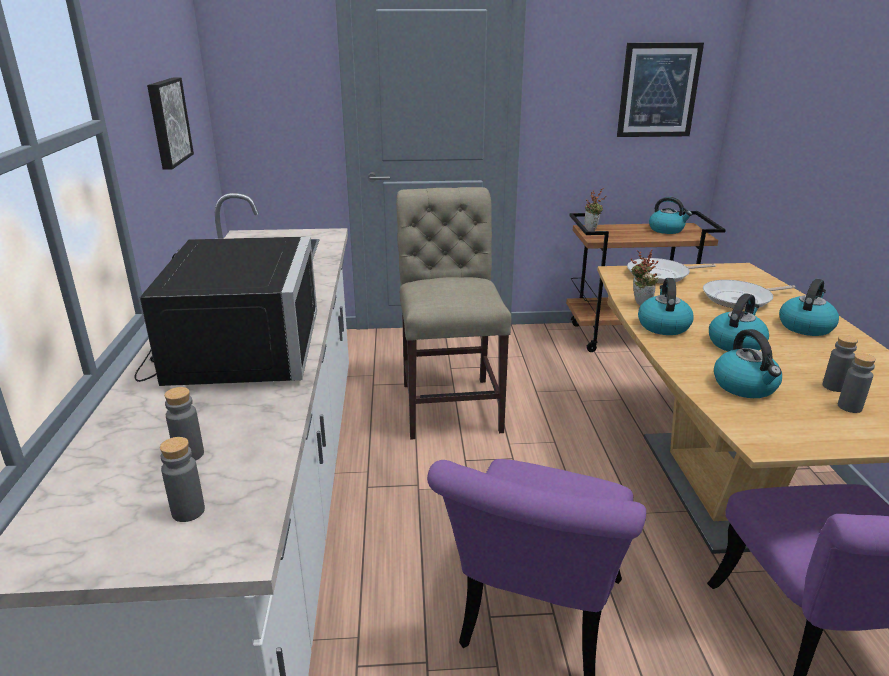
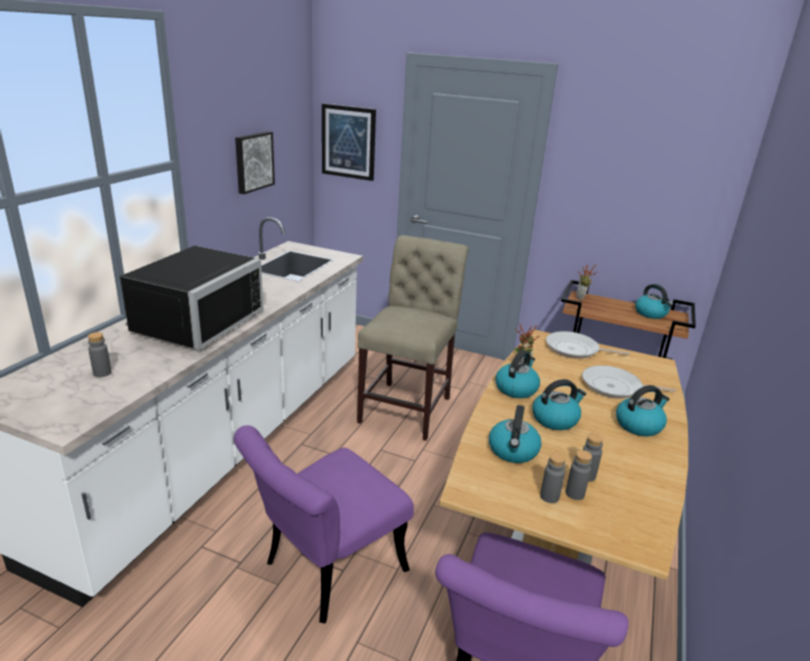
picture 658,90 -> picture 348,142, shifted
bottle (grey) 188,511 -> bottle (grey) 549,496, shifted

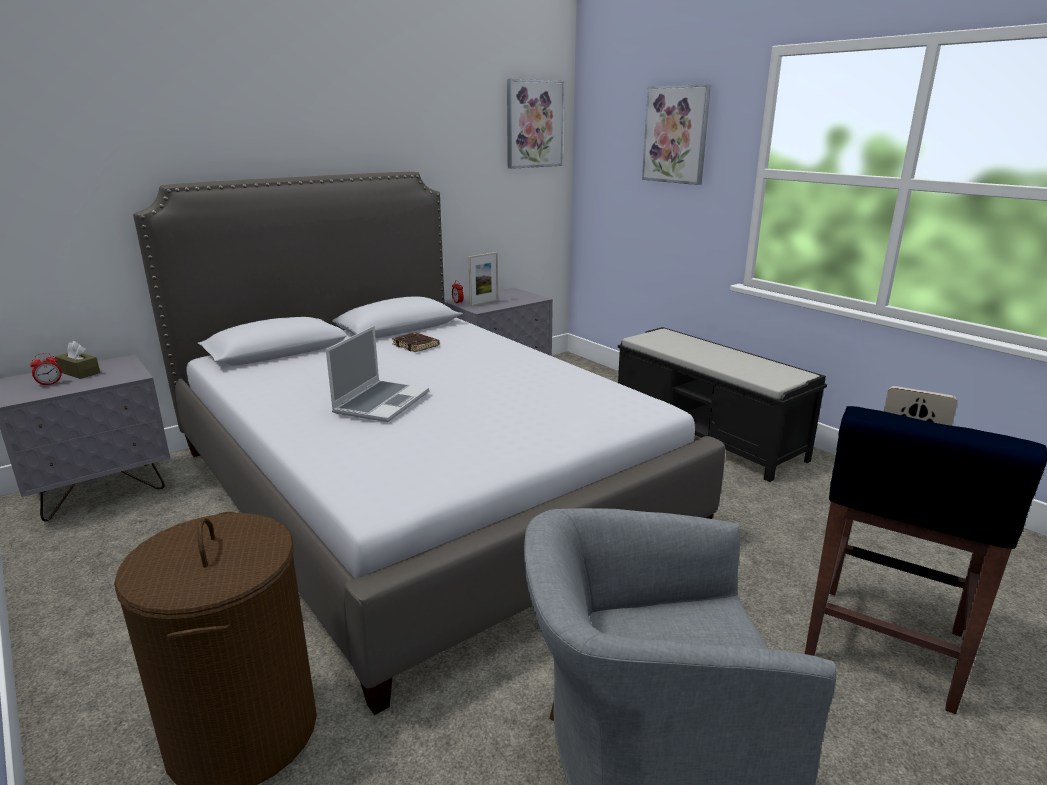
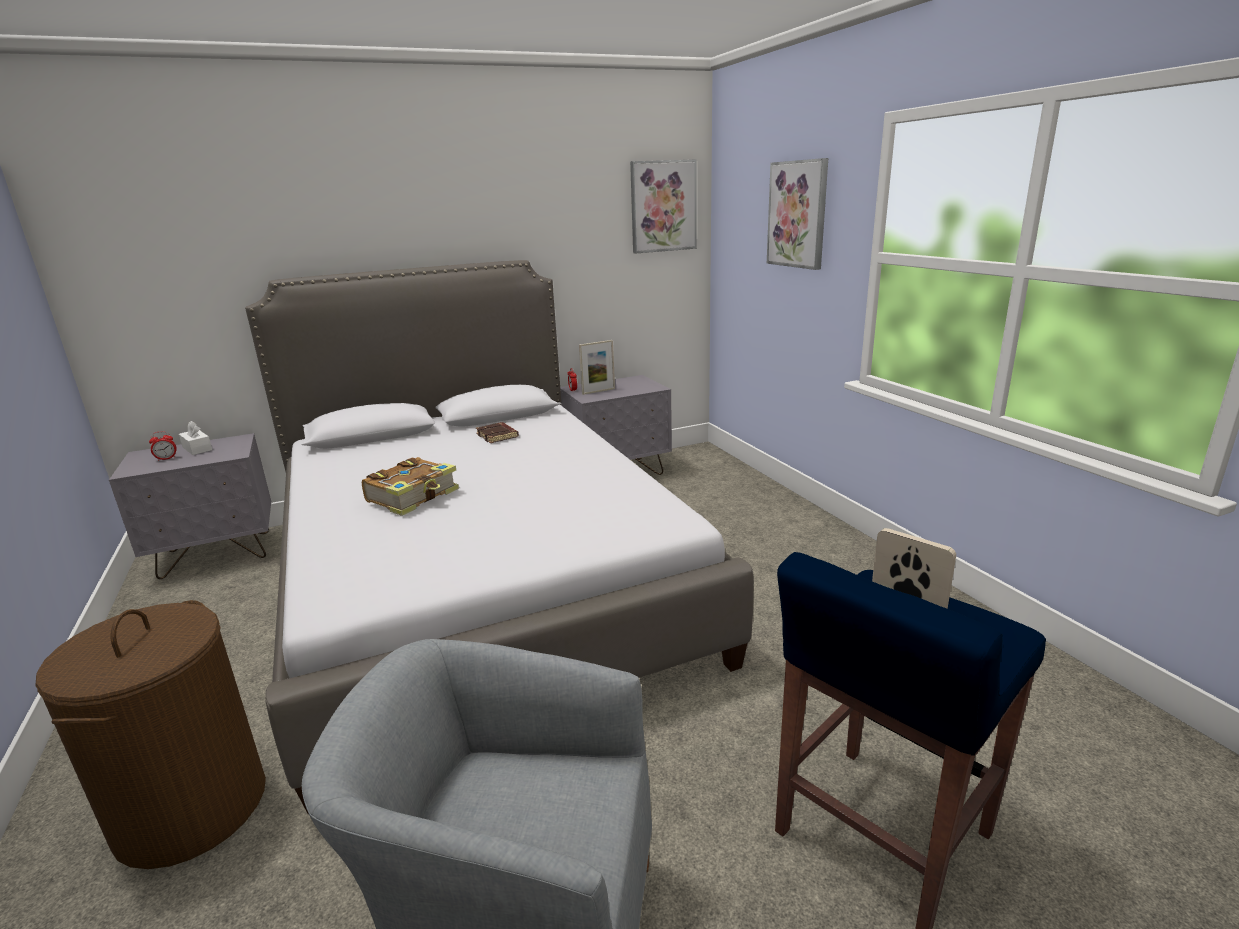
tissue box (brown) 79,372 -> tissue box (white) 197,448
laptop 381,402 -> book 414,496
bench (black) 707,435 -> none

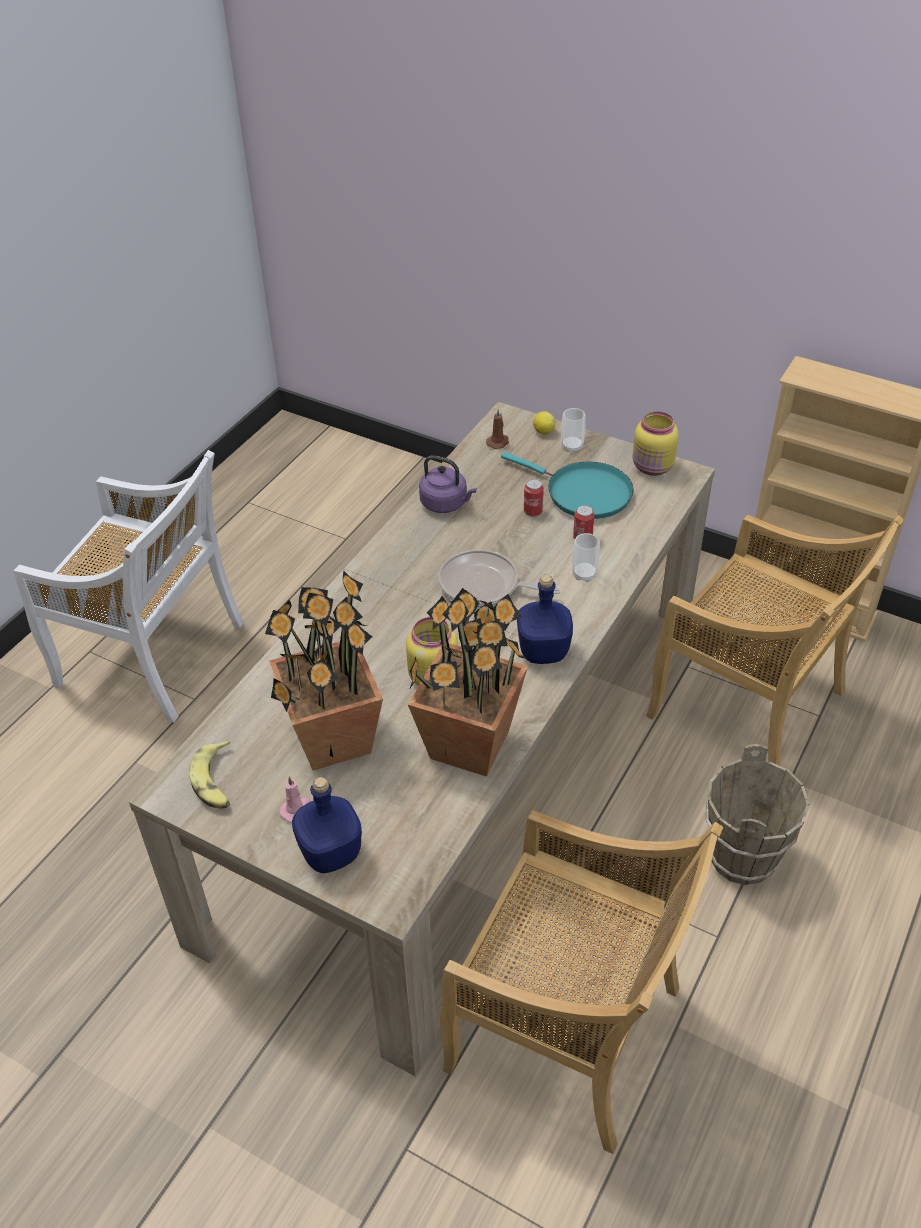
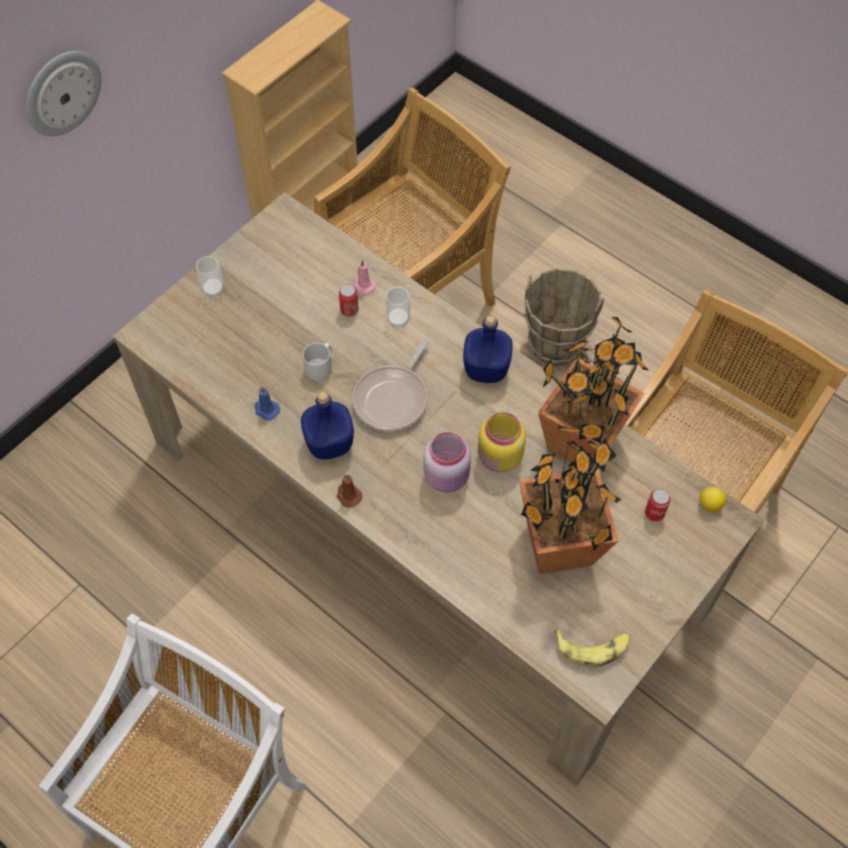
none -> wall clock 62,92
kettle (purple) 446,504 -> candle (blue) 266,409
bottle (blue) 331,854 -> bottle (blue) 330,443, shifted
none -> mug (grey) 320,367
candle (brown) 498,442 -> candle (brown) 348,495, shifted
candle (pink) 296,809 -> candle (pink) 363,285, shifted
none -> jar (pink) 448,476
can 533,511 -> can 654,513, shifted
lemon 543,431 -> lemon 709,505, shifted
frying pan (turquoise) 583,493 -> none
jar (yellow) 653,468 -> none

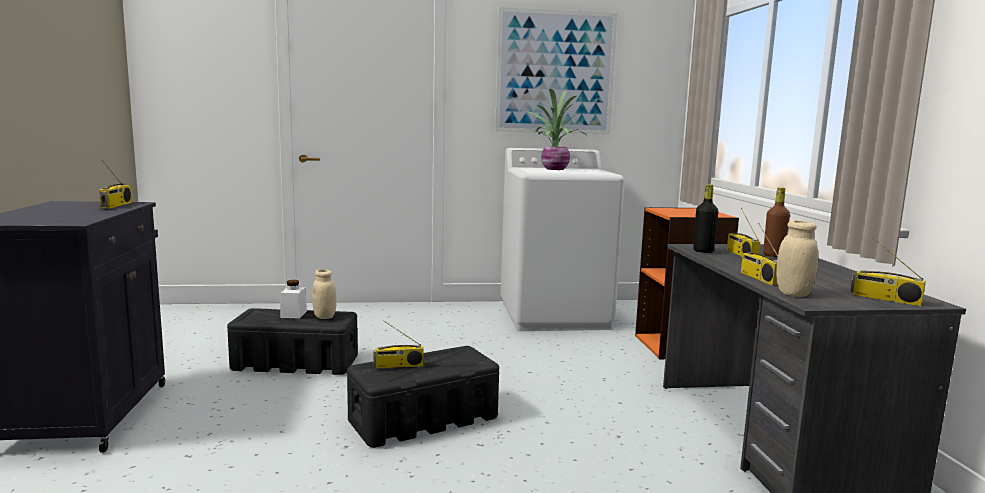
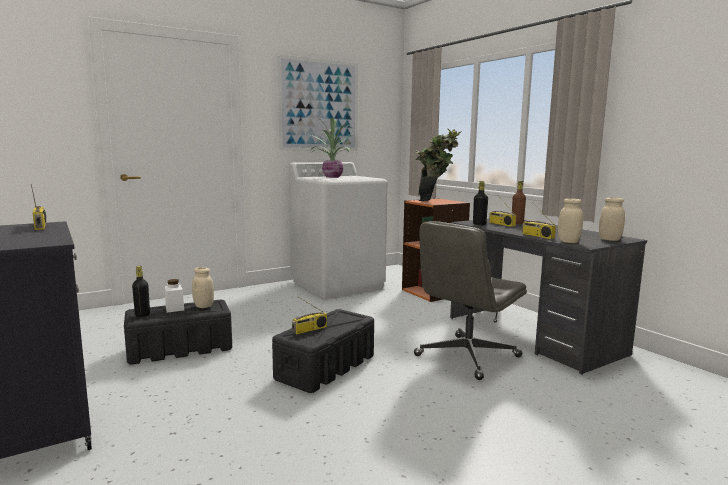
none -> bottle (black) 142,315
none -> office chair (grey) 467,357
none -> potted plant 436,201
radio 884,299 -> jar (beige) 609,239

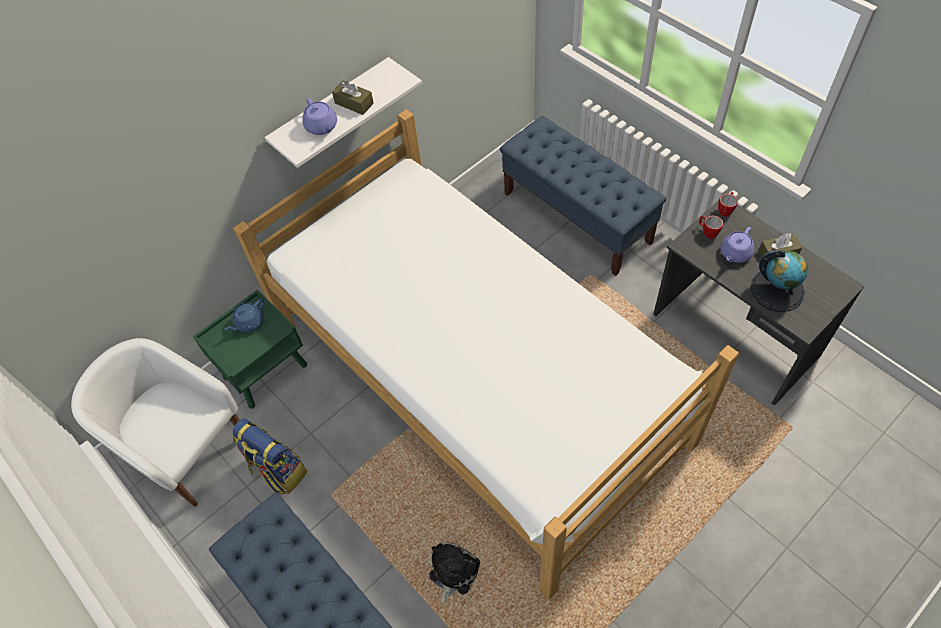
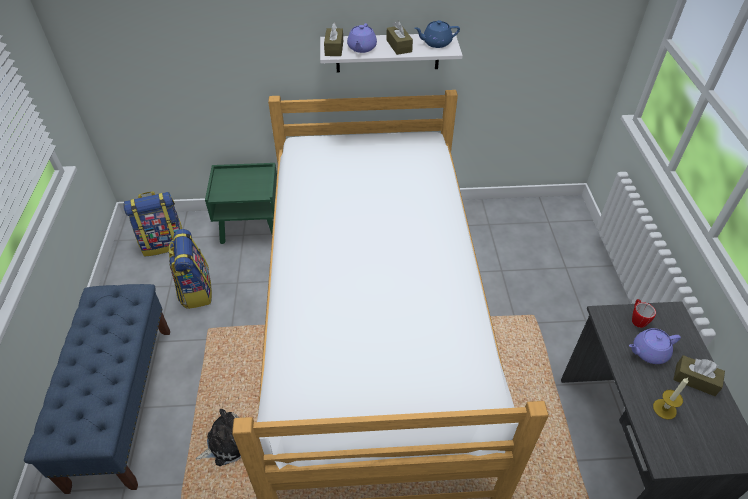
armchair (white) 190,451 -> backpack 164,243
none -> tissue box (brown) 334,48
teapot (blue) 249,322 -> teapot (blue) 436,43, shifted
globe 777,290 -> candle 664,409
bench (blue) 577,218 -> none
mug 725,209 -> none

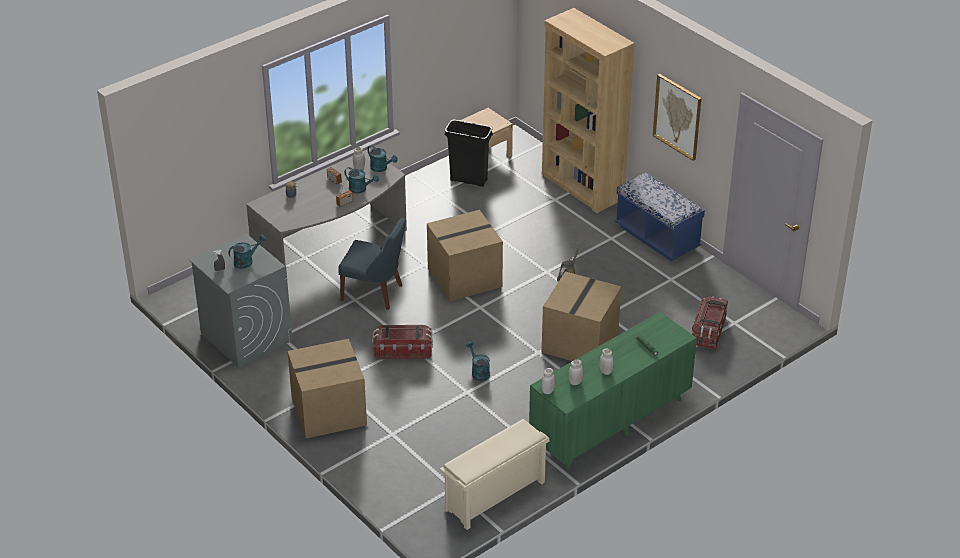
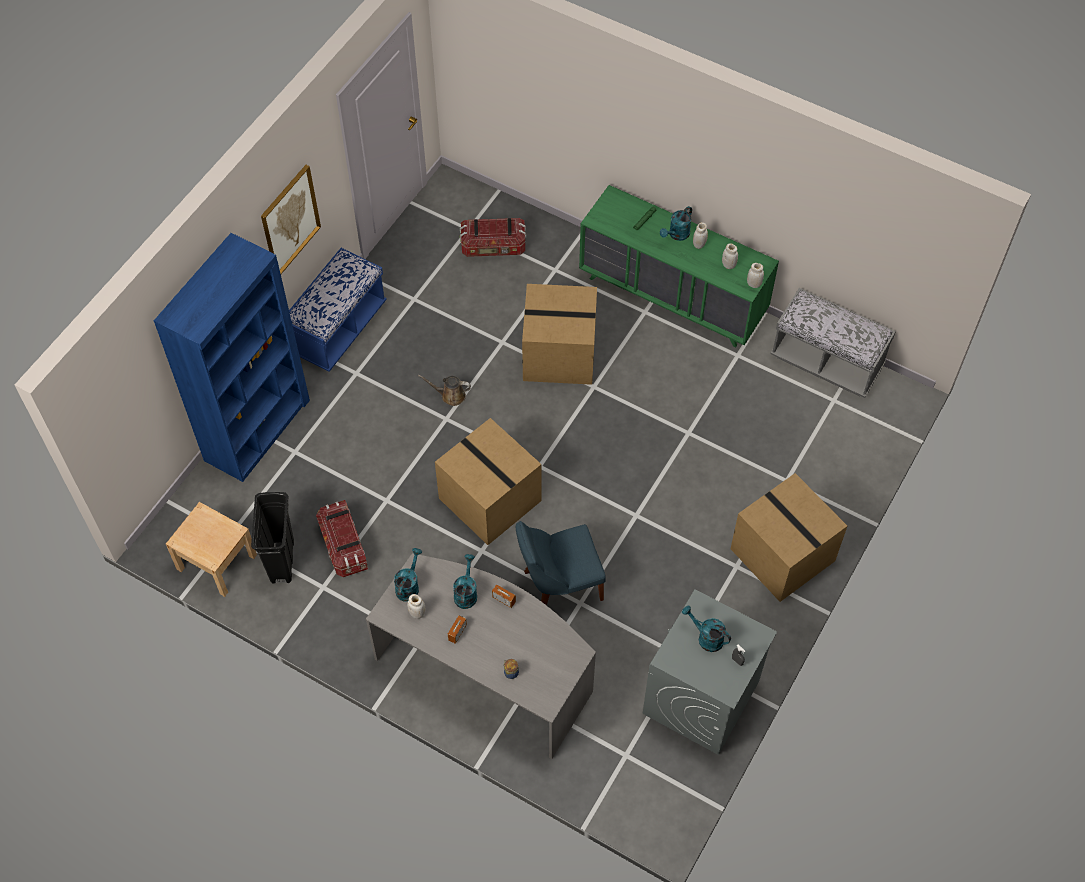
bookcase (brown) 582,187 -> bookcase (blue) 257,430
storage box 403,351 -> storage box 344,546, shifted
chair (blue) 374,293 -> chair (blue) 559,585, 105 degrees counterclockwise
watering can (turquoise) 478,372 -> watering can (turquoise) 677,235, shifted
shoe rack (beige) 494,497 -> bench (grey) 826,362

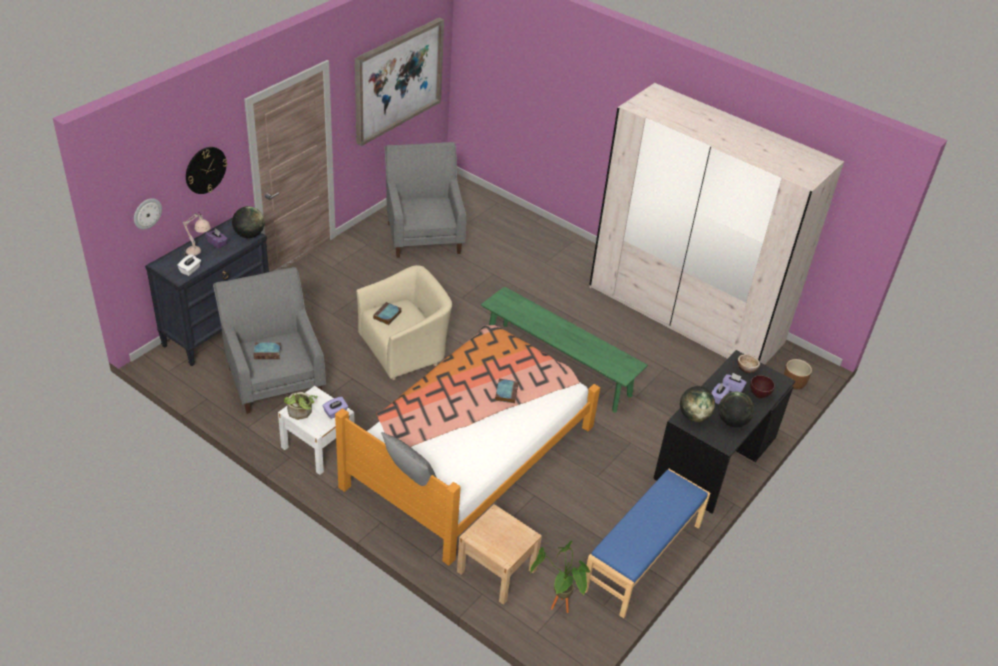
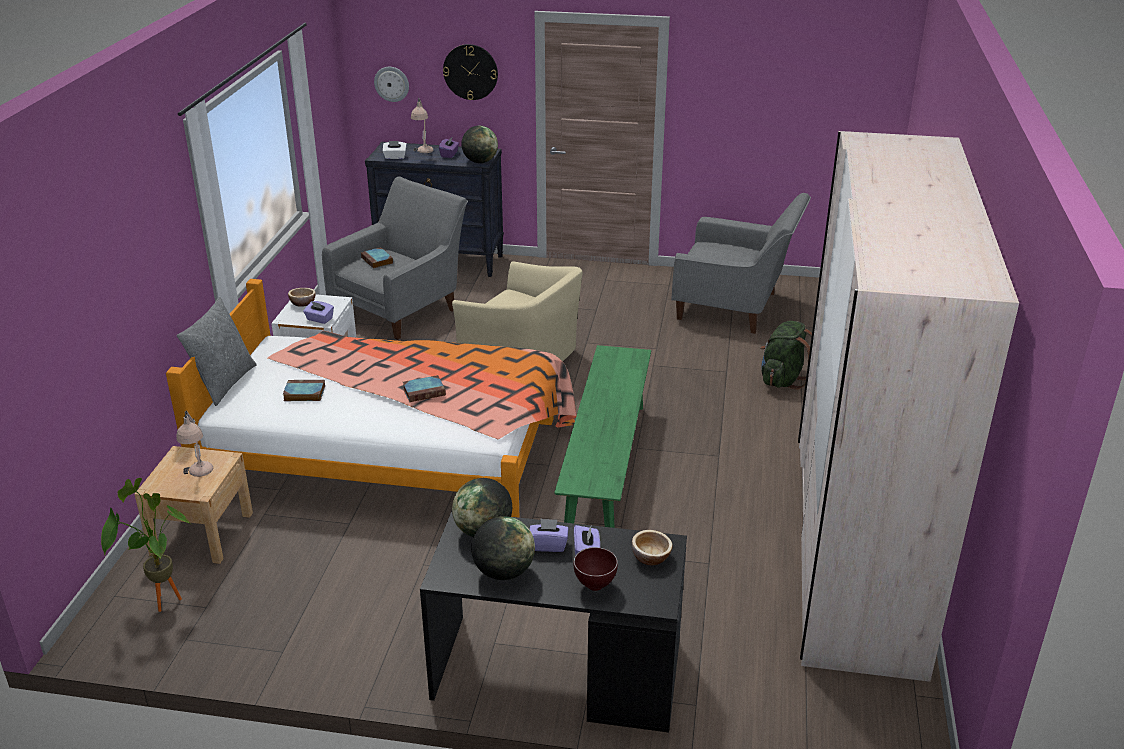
none -> table lamp (beige) 199,477
book 387,315 -> book 303,393, shifted
potted plant 301,413 -> bowl 303,303
armchair (grey) 423,234 -> armchair (grey) 735,308, 60 degrees clockwise
none -> backpack (green) 783,379
picture 398,80 -> none
bench (blue) 643,558 -> none
planter (brown) 793,384 -> none

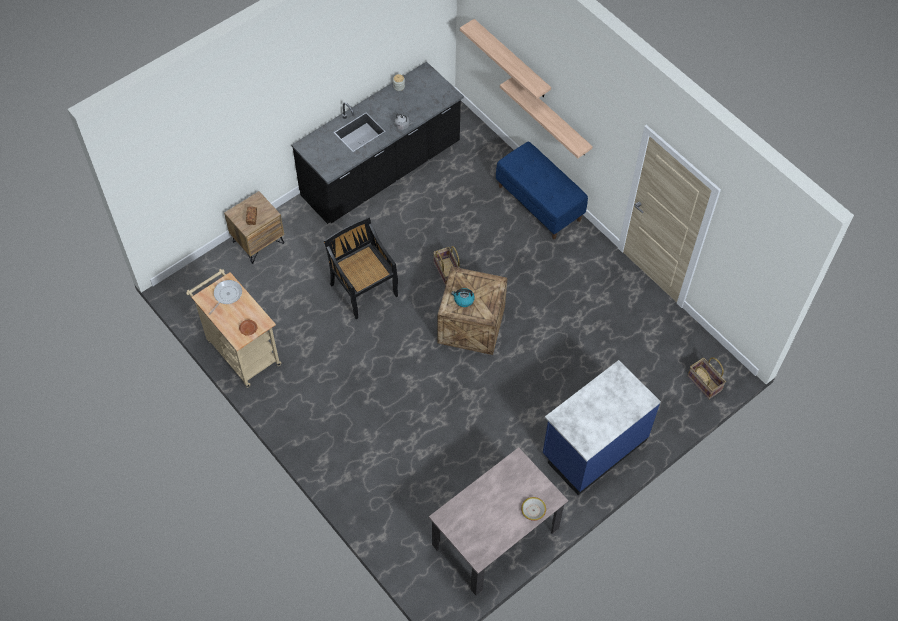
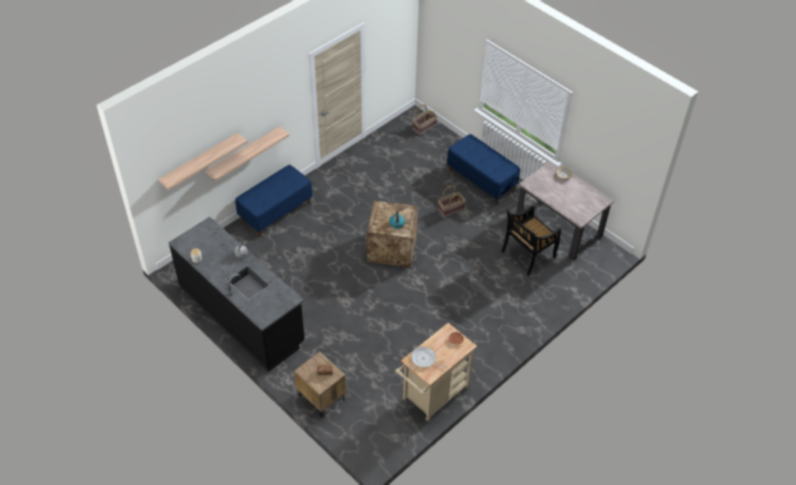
basket 446,272 -> basket 451,210, shifted
counter (blue) 593,447 -> bench (blue) 481,180
chair (black) 363,289 -> chair (black) 527,255, shifted

